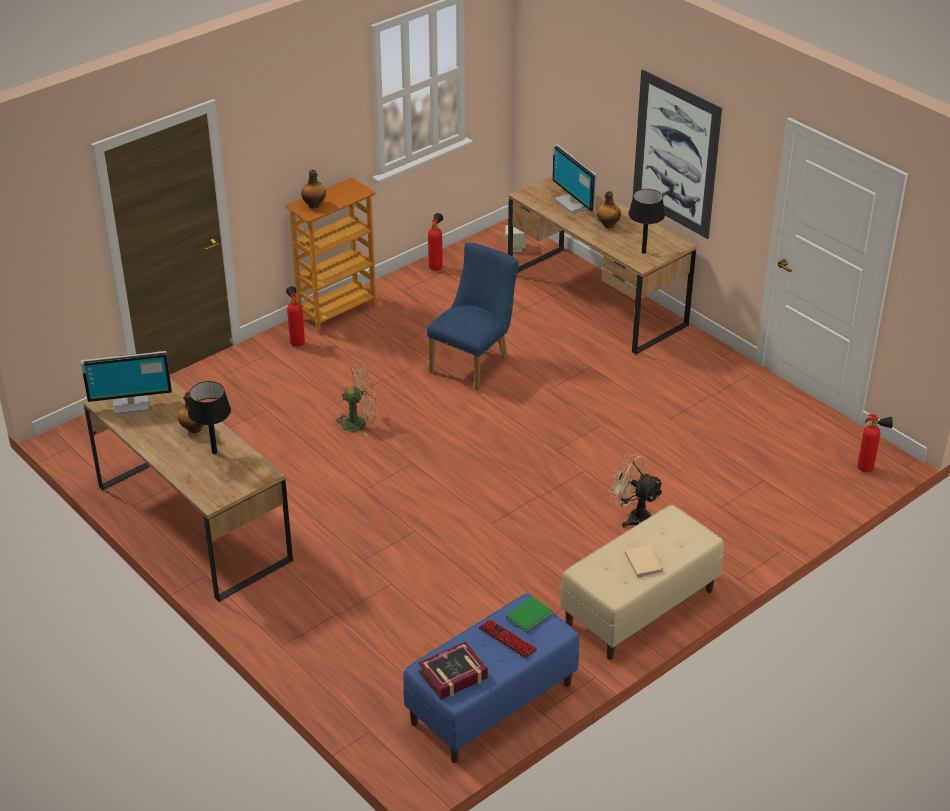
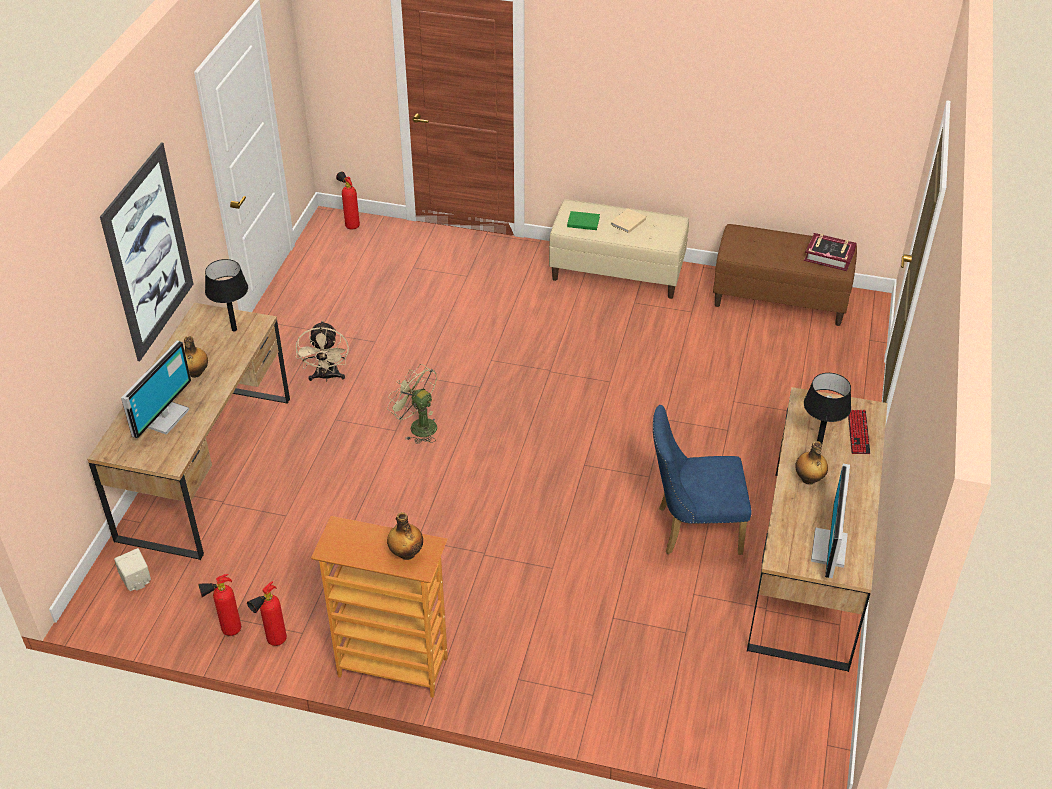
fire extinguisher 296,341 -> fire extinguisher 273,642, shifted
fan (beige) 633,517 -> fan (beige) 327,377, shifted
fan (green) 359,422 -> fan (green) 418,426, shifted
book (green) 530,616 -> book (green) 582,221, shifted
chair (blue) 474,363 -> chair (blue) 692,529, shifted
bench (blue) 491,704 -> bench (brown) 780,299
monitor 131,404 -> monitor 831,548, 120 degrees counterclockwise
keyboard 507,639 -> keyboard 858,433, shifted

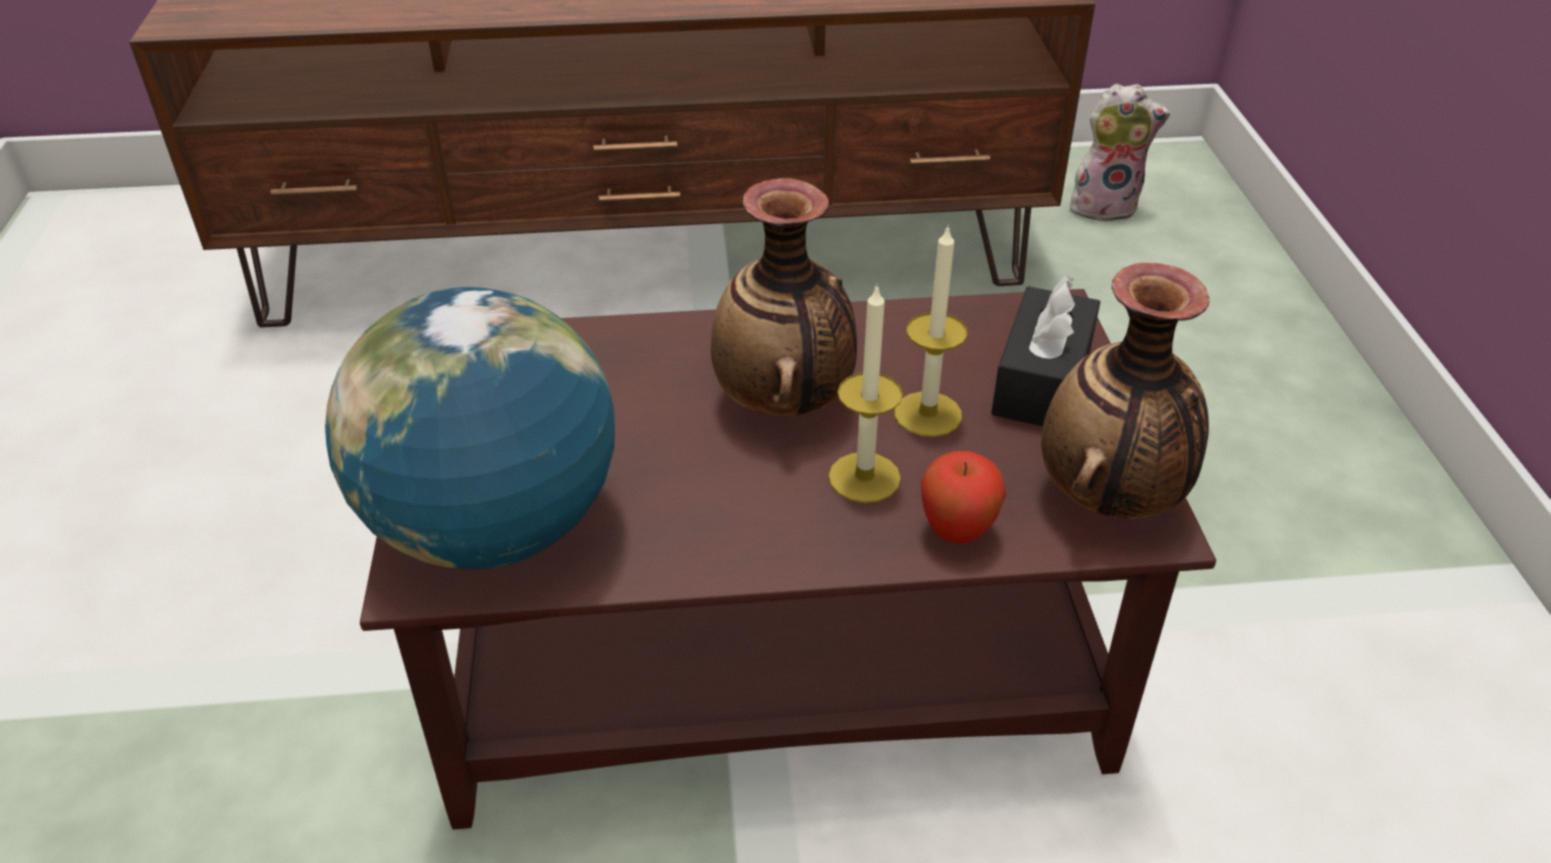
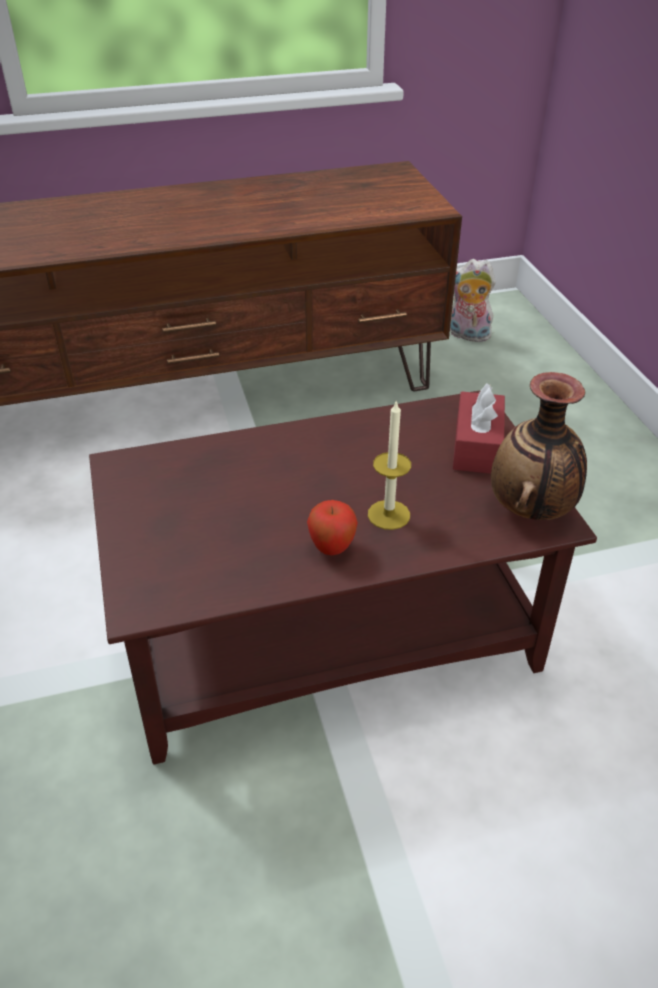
apple 957,532 -> apple 332,548, shifted
plush toy 1104,206 -> plush toy 467,335, 150 degrees counterclockwise
tissue box (black) 1042,381 -> tissue box (red) 477,446
globe 494,527 -> none
vase 785,402 -> none
candle 928,414 -> none

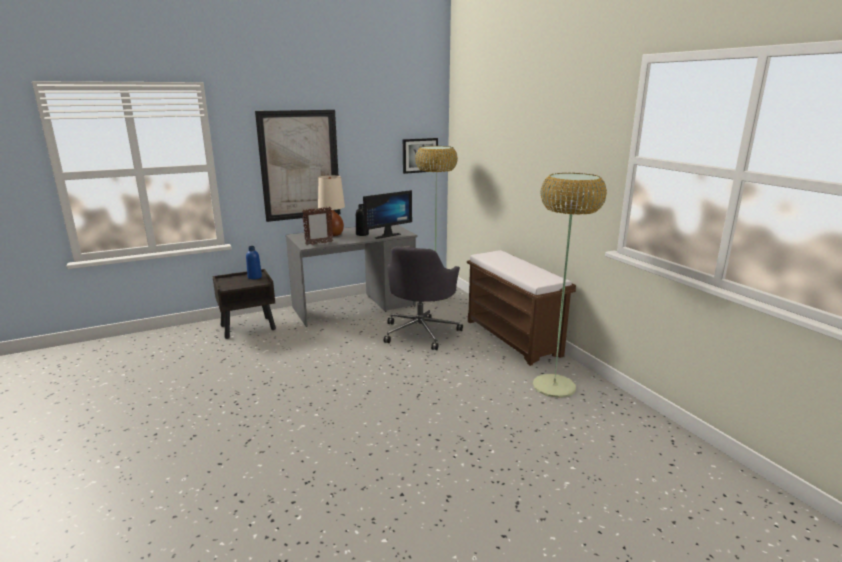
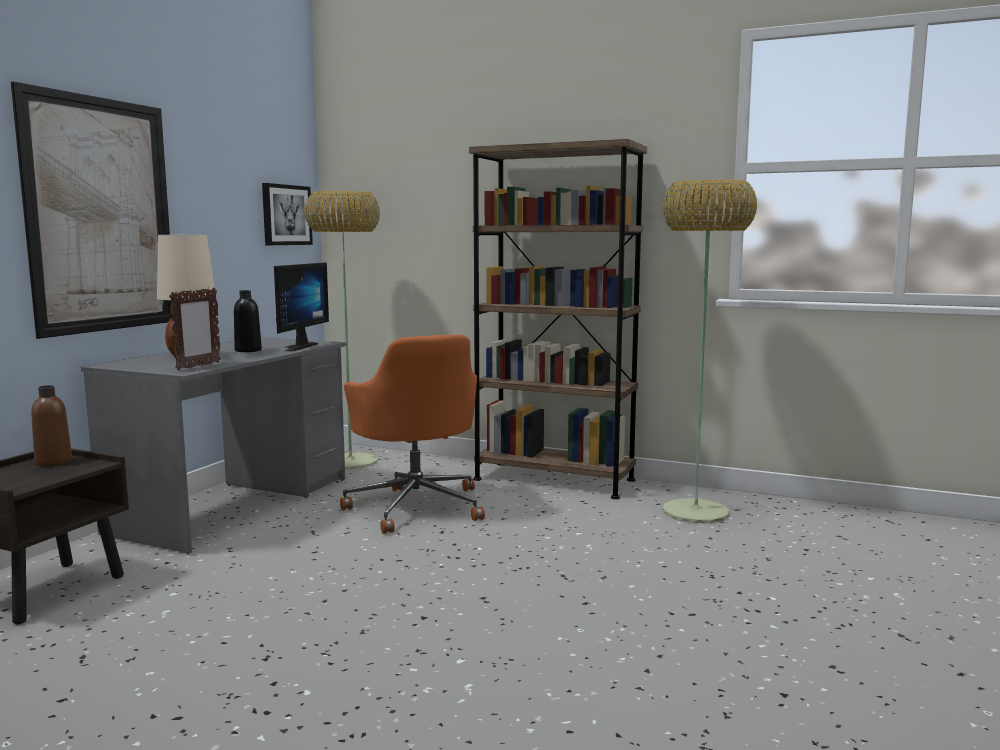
bottle (blue) 254,277 -> bottle (brown) 53,462
office chair (grey) 421,332 -> office chair (orange) 416,506
bench (brown) 513,338 -> bookcase (brown) 554,479

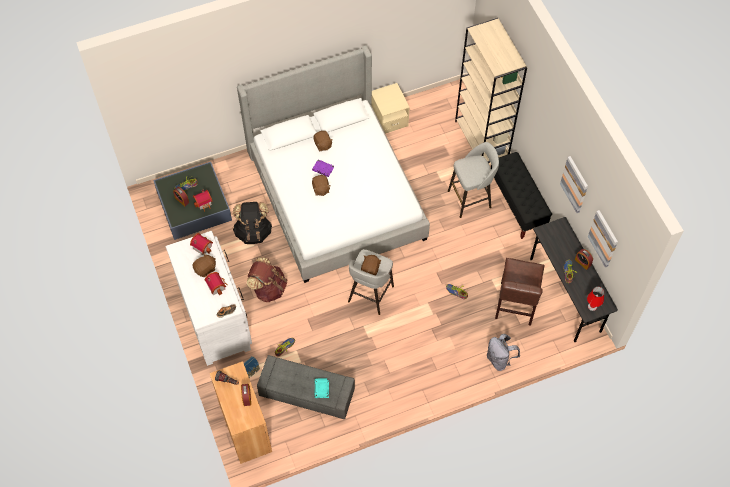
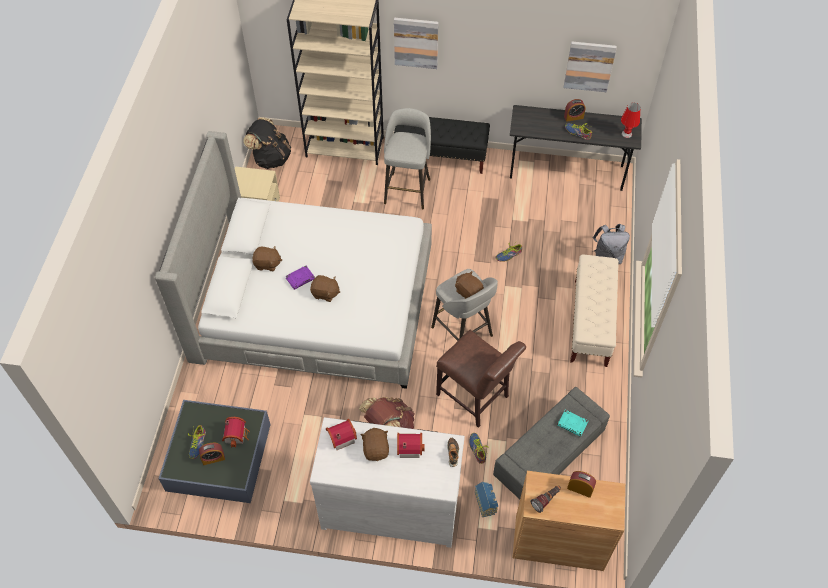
backpack (black) 253,232 -> backpack (black) 271,158, shifted
picture 575,184 -> picture 416,42, shifted
chair (brown) 515,306 -> chair (brown) 475,398, shifted
none -> bench (beige) 590,323

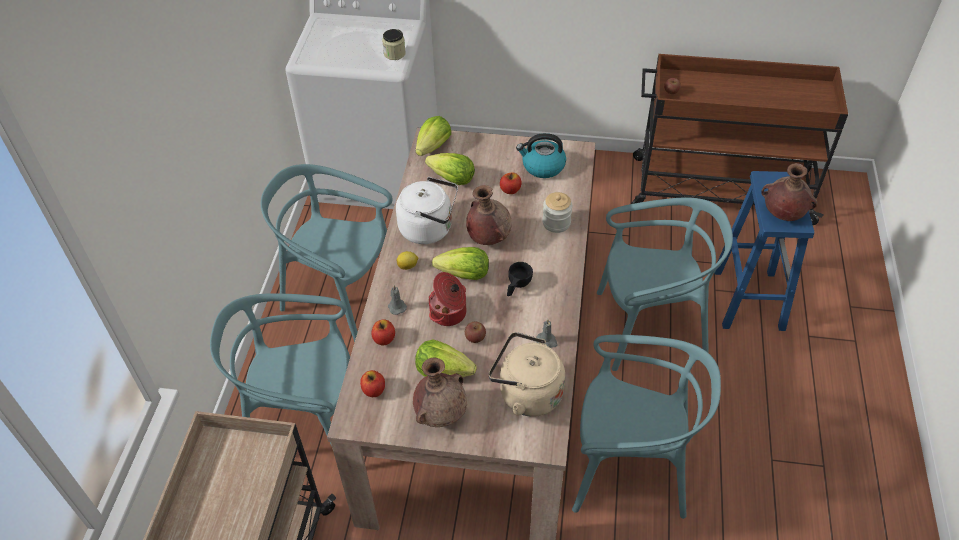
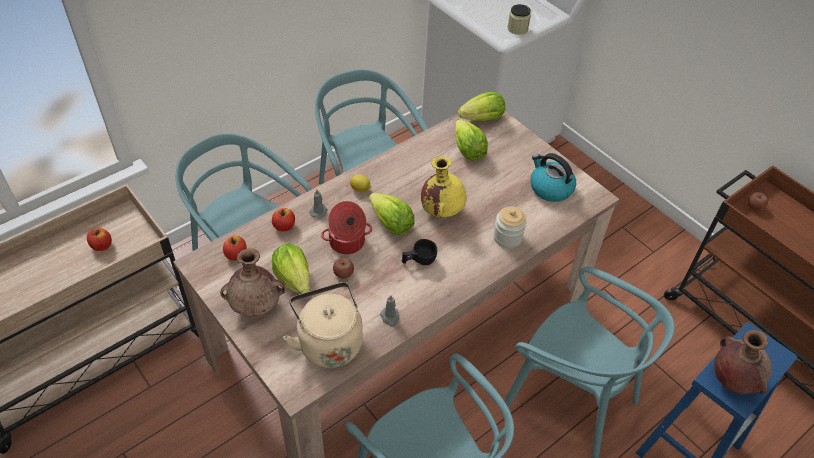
apple 510,190 -> apple 101,246, shifted
vase (brown) 488,237 -> vase (yellow) 442,210
kettle (white) 429,229 -> none

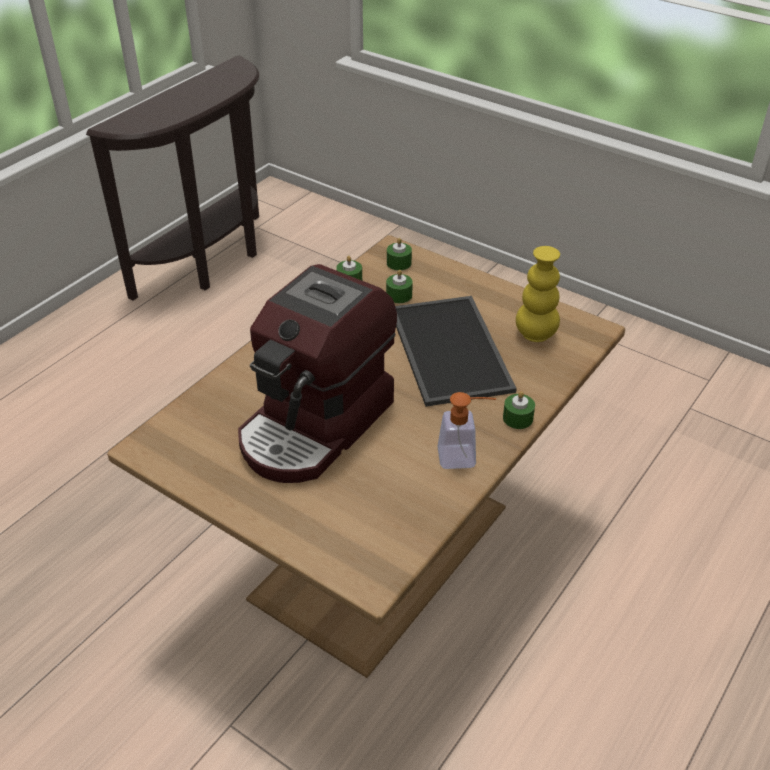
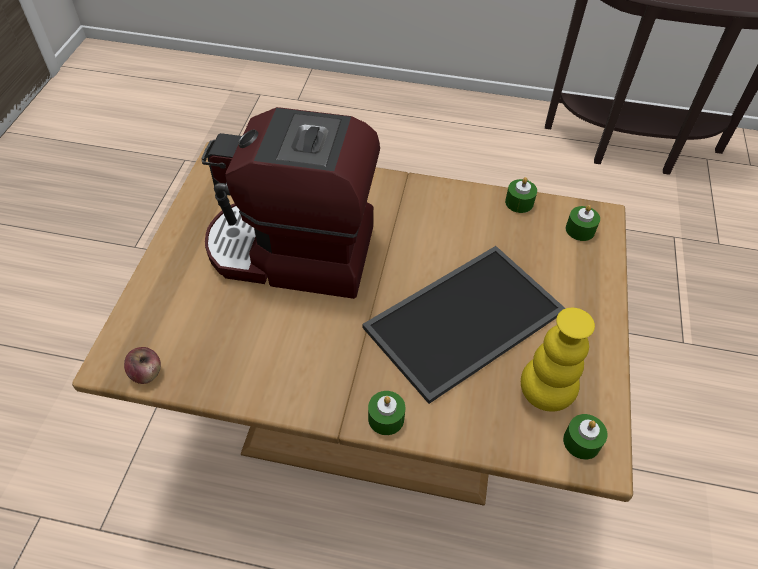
none -> apple 146,373
candle (green) 399,295 -> candle (green) 581,442, shifted
soap dispenser 464,457 -> none

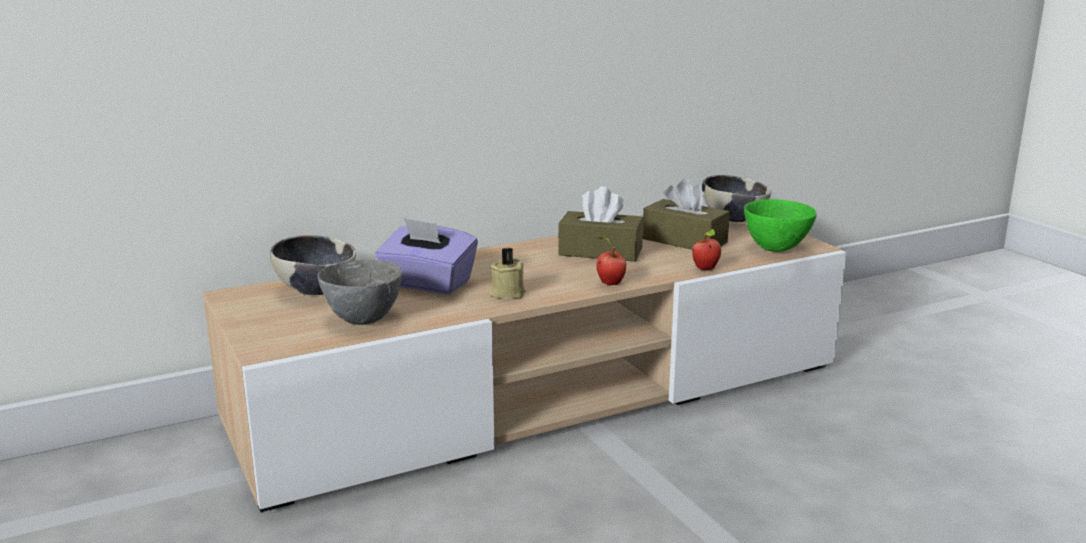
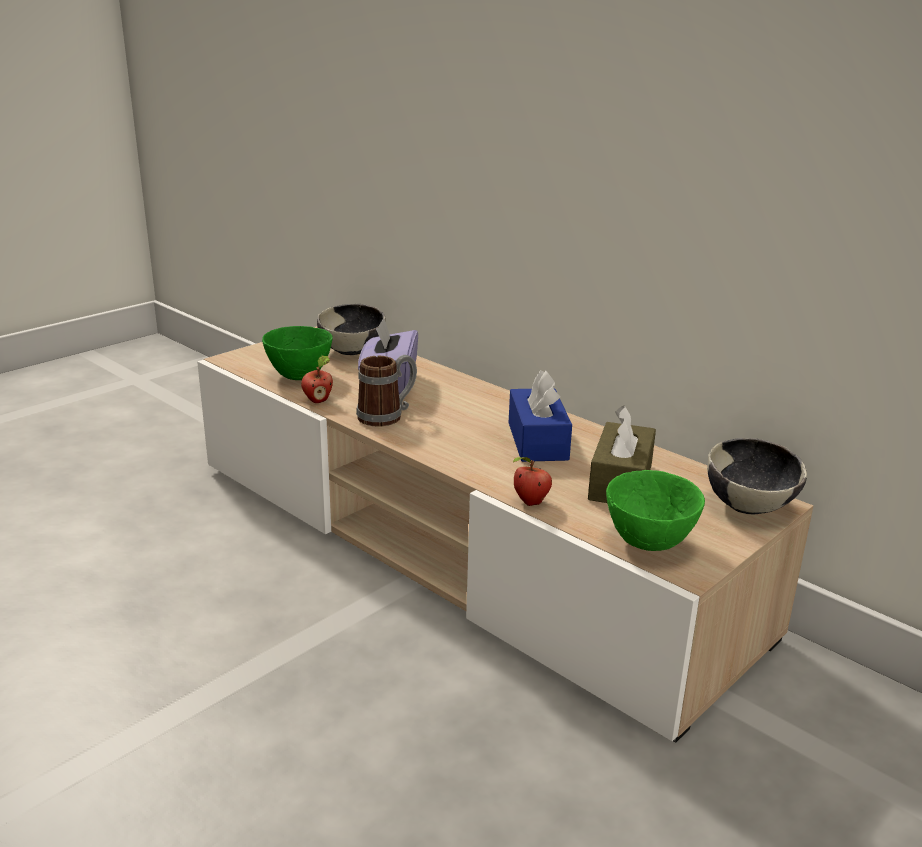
bowl (grey) 362,319 -> bowl (green) 298,375
apple 609,283 -> apple 318,400, shifted
candle (beige) 507,293 -> mug 387,415
tissue box (brown) 600,252 -> tissue box (blue) 537,441

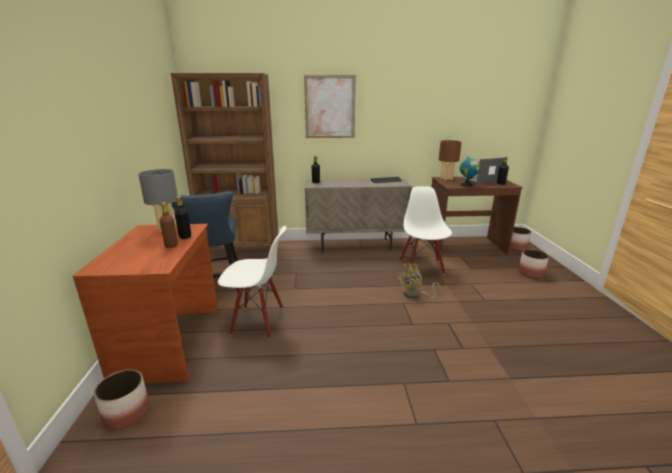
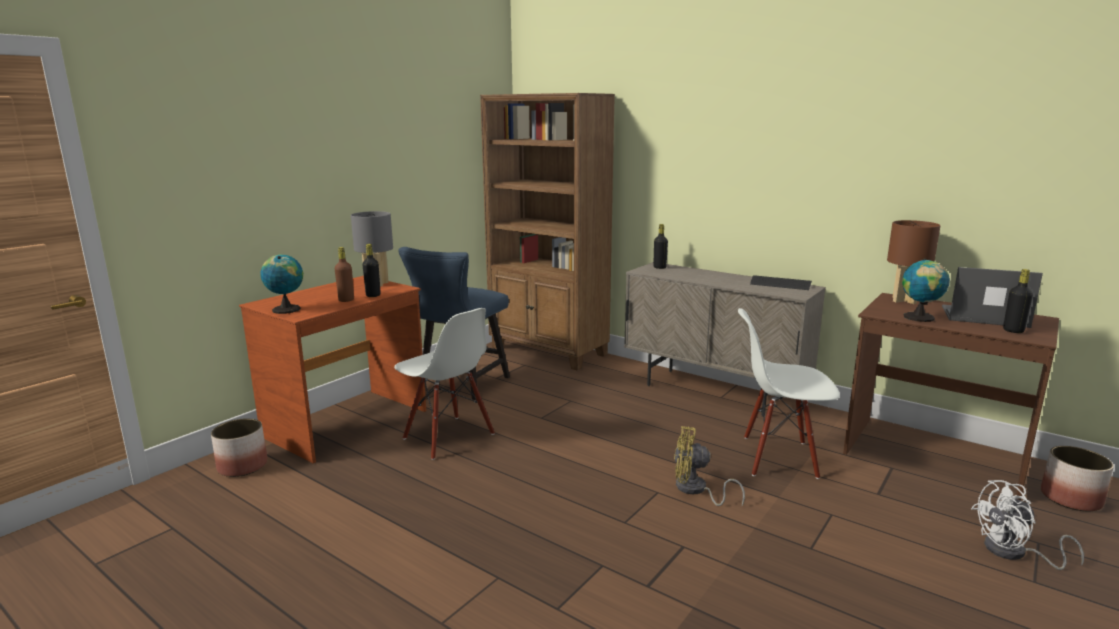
none -> globe 286,309
chair (white) 422,267 -> chair (white) 778,457, 120 degrees counterclockwise
planter 531,273 -> fan (white) 1014,553
picture 330,107 -> none

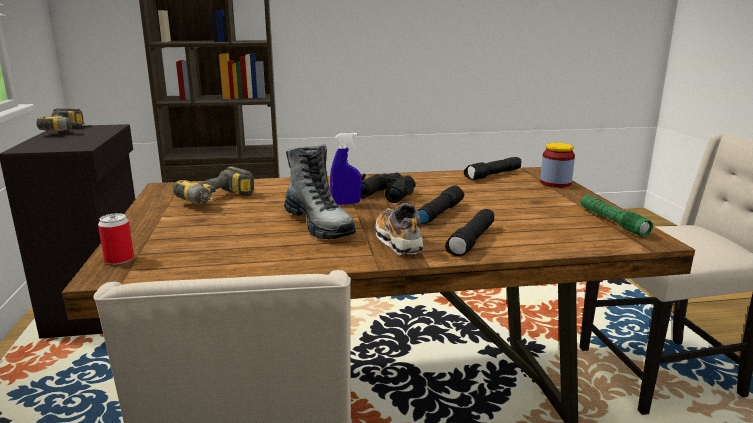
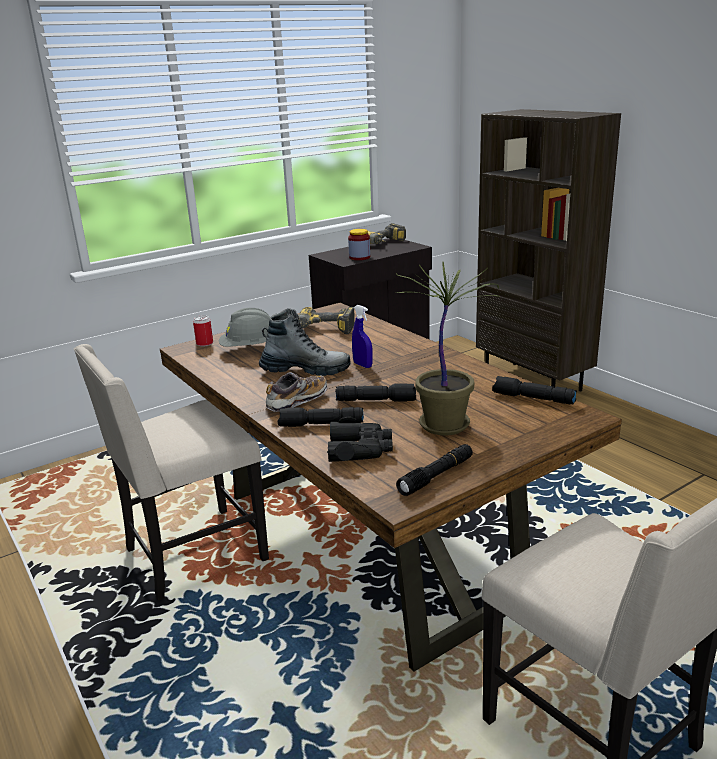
none -> hard hat (grey) 250,349
boot 319,225 -> boot 305,370, 120 degrees counterclockwise
binoculars (black) 388,193 -> binoculars (black) 360,449, shifted
jar 555,183 -> jar 359,257, shifted
none -> potted plant 445,424
flashlight (green) 612,222 -> flashlight (black) 436,476

